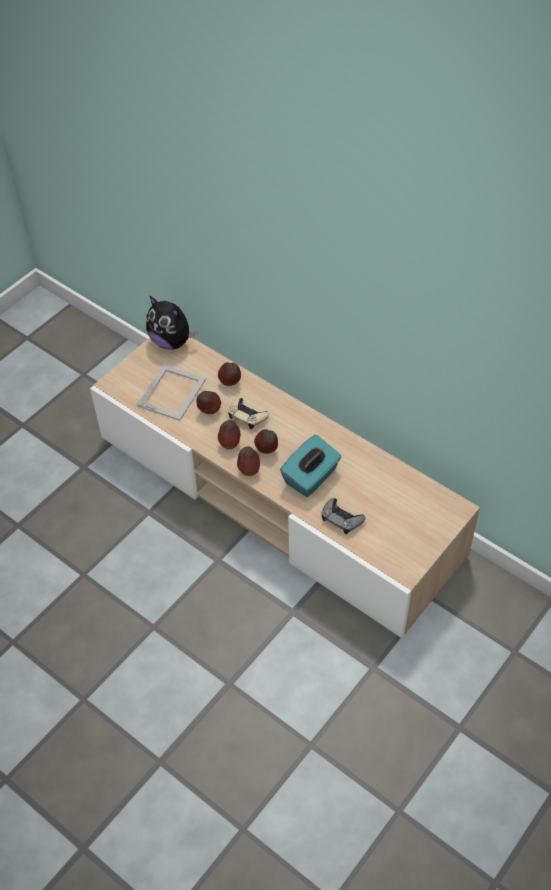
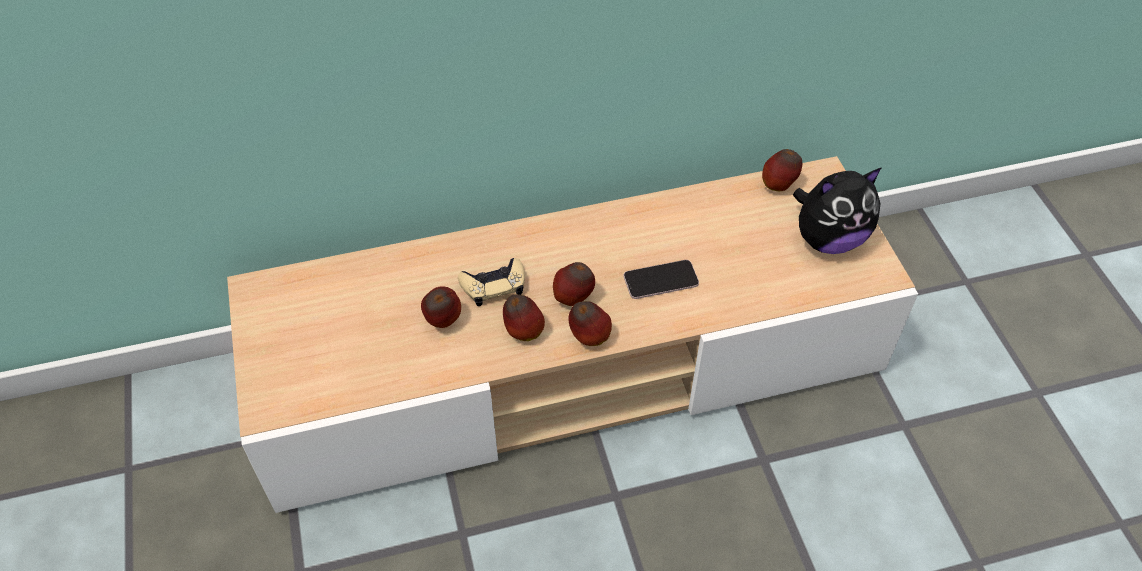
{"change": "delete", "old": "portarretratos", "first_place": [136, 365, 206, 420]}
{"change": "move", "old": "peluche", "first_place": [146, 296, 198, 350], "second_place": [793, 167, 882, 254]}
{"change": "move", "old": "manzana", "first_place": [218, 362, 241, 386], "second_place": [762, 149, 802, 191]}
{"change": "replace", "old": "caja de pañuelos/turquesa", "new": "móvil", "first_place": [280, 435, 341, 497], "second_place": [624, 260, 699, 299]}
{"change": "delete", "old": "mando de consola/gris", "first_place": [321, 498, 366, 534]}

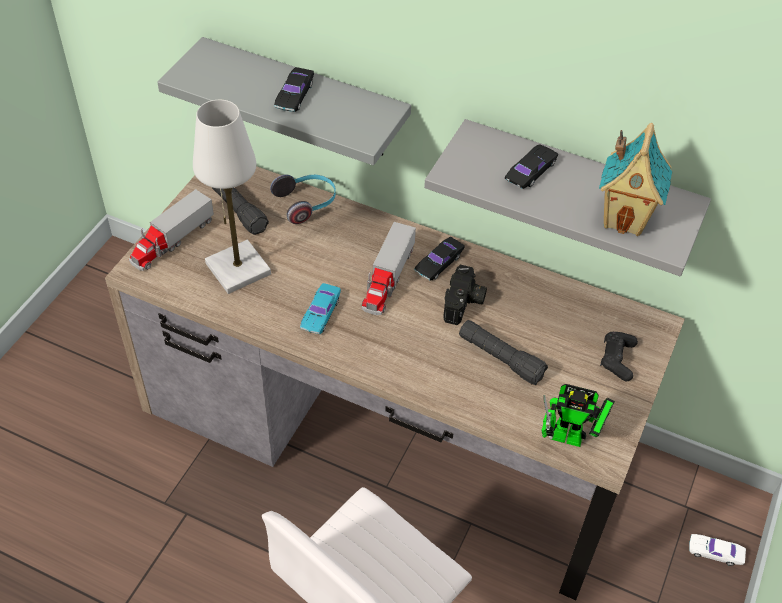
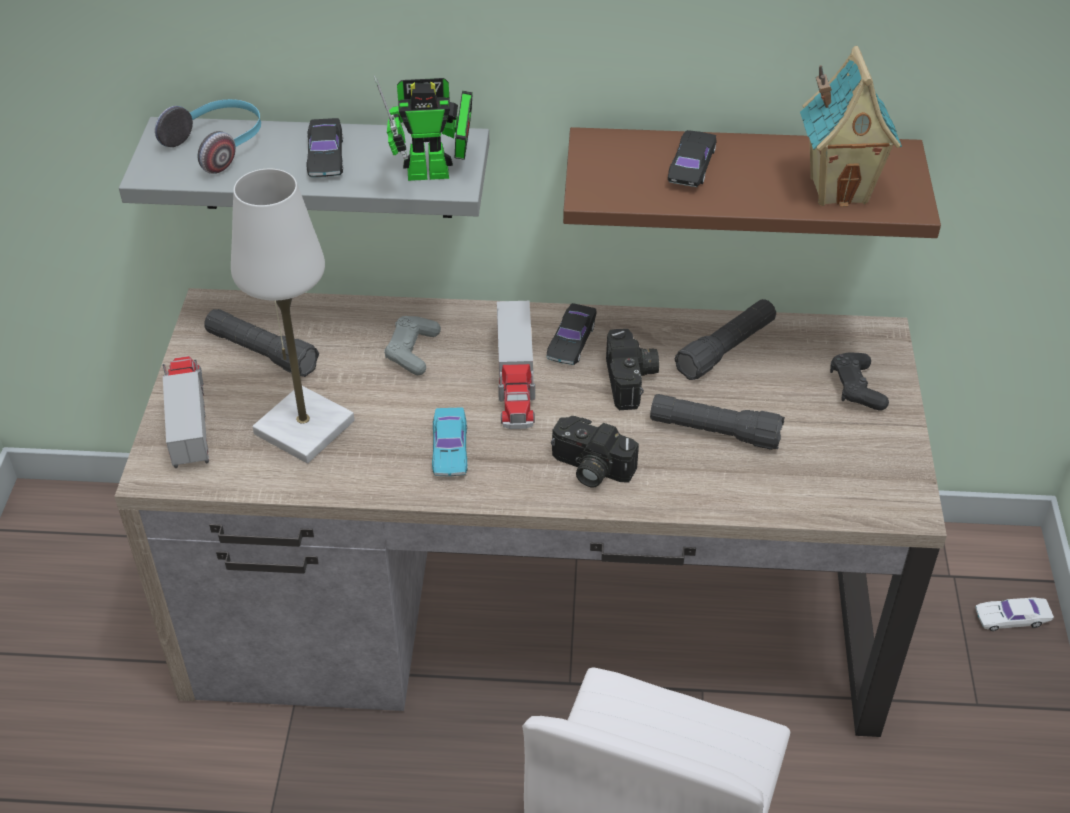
{"change": "rotate", "old": "camión de juguete", "first_place": [129, 189, 214, 271], "second_place": [162, 356, 209, 468], "degrees": 150}
{"change": "move", "old": "auriculares", "first_place": [270, 174, 336, 224], "second_place": [155, 99, 261, 174]}
{"change": "recolor", "old": "estante/gris", "new": "estante/marrón", "first_place": [424, 119, 711, 276], "second_place": [563, 127, 941, 238]}
{"change": "move", "old": "robot de juguete", "first_place": [541, 384, 615, 447], "second_place": [374, 75, 473, 181]}
{"change": "insert", "new": "mando de consola/gris", "second_place": [384, 316, 441, 375]}
{"change": "insert", "new": "cámara", "second_place": [551, 416, 639, 487]}
{"change": "insert", "new": "linterna/negro", "second_place": [675, 299, 776, 380]}

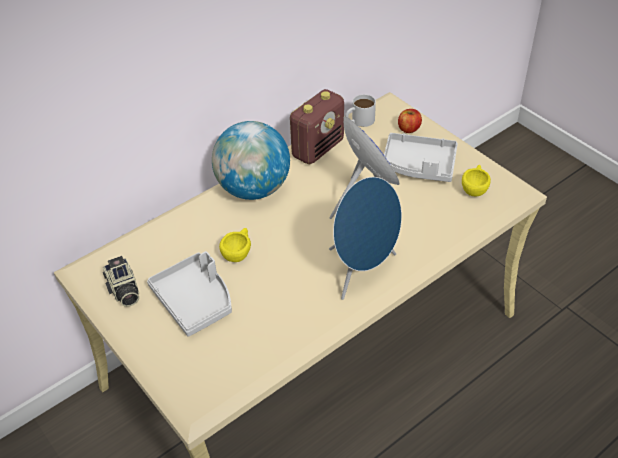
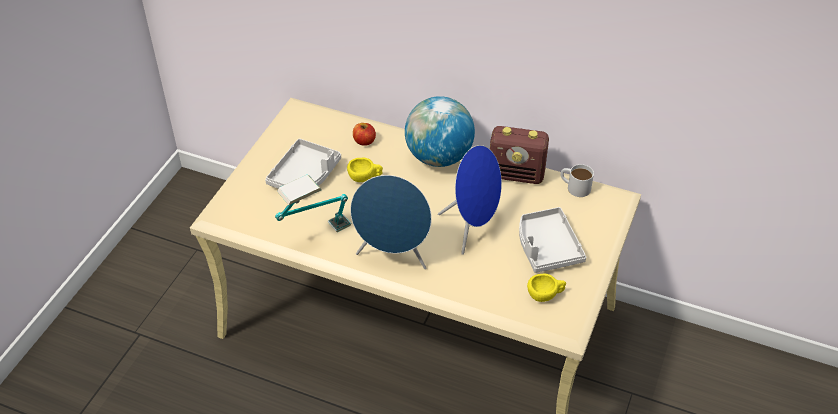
{"change": "delete", "old": "cámara", "first_place": [103, 256, 139, 307]}
{"change": "move", "old": "manzana", "first_place": [398, 109, 422, 133], "second_place": [353, 123, 376, 146]}
{"change": "insert", "new": "lámpara de mesa", "second_place": [275, 174, 351, 232]}

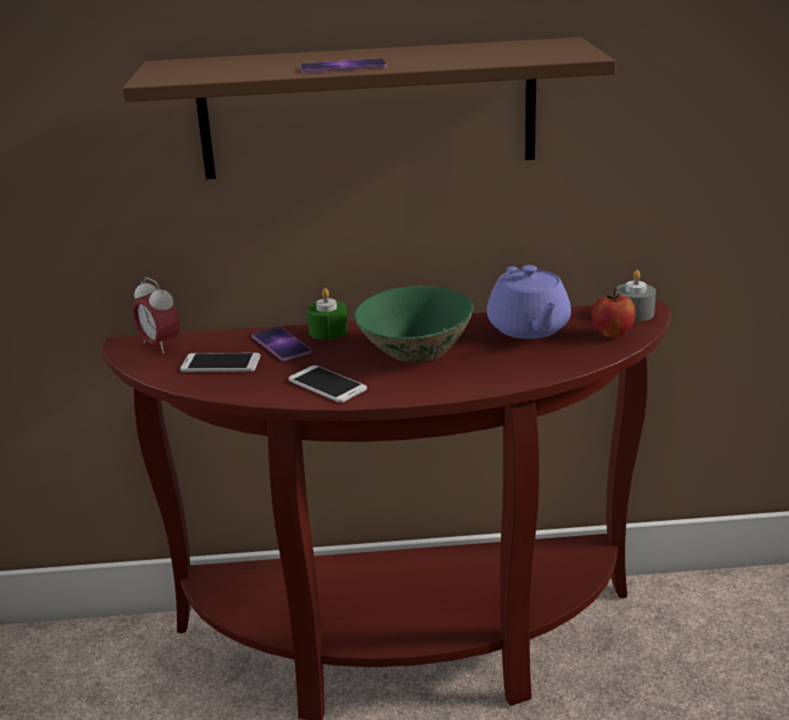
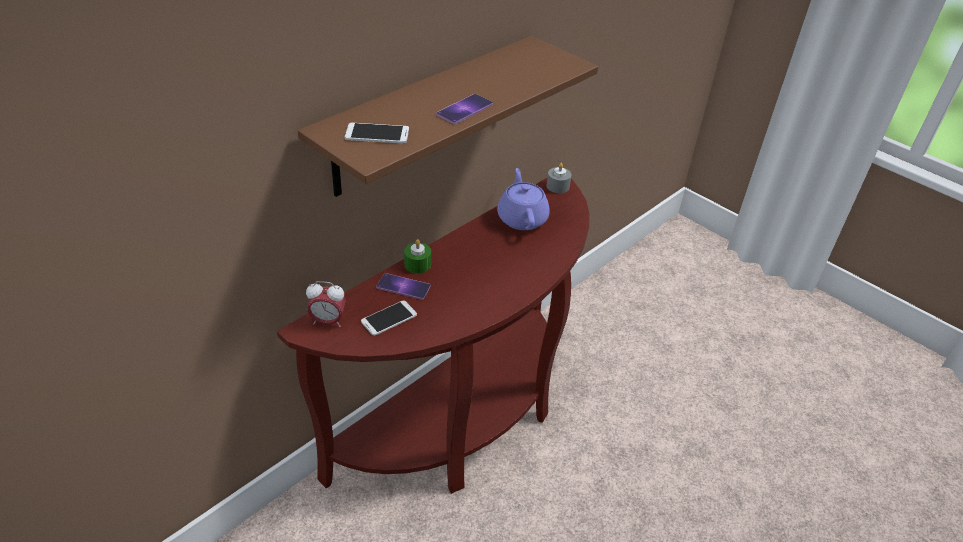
{"change": "move", "old": "móvil", "first_place": [289, 365, 367, 403], "second_place": [345, 123, 409, 144]}
{"change": "delete", "old": "cuenco/verde", "first_place": [355, 286, 473, 363]}
{"change": "rotate", "old": "tetera/morado", "first_place": [487, 265, 571, 339], "second_place": [497, 168, 550, 230], "degrees": -135}
{"change": "delete", "old": "manzana", "first_place": [592, 289, 636, 338]}

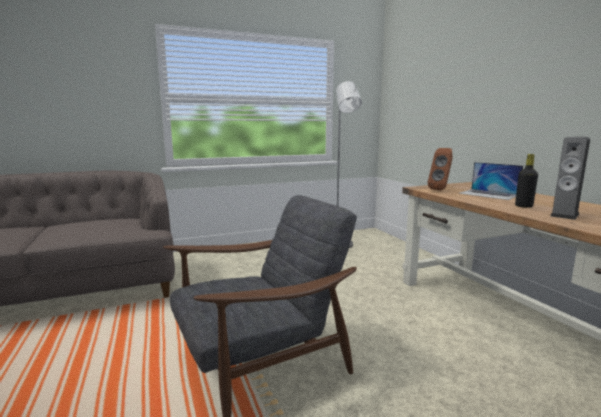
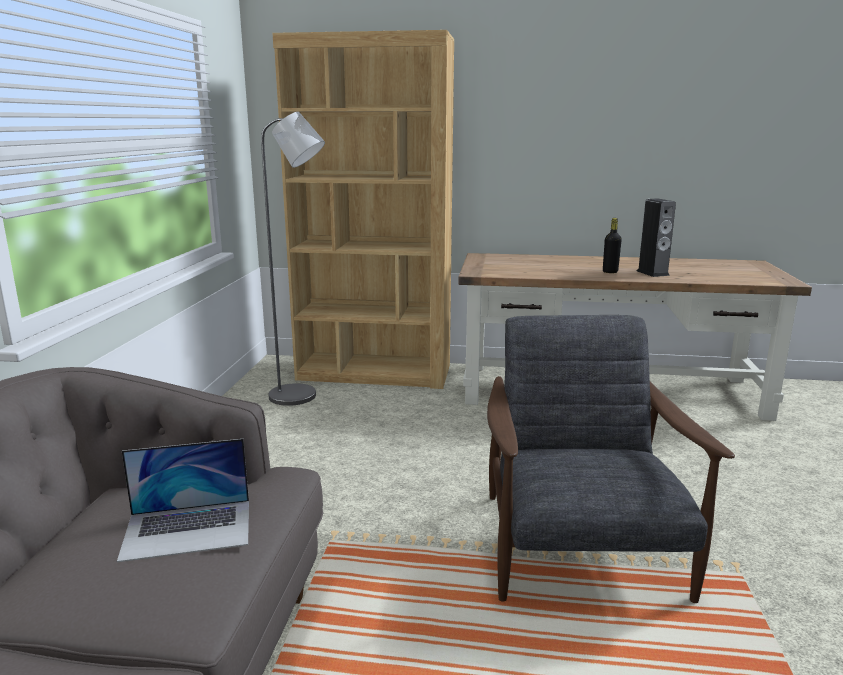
{"change": "delete", "old": "altavoz/marrón", "first_place": [428, 148, 453, 191]}
{"change": "move", "old": "portátil", "first_place": [459, 162, 523, 200], "second_place": [117, 439, 249, 562]}
{"change": "insert", "new": "estantería/marrón", "second_place": [272, 30, 454, 389]}

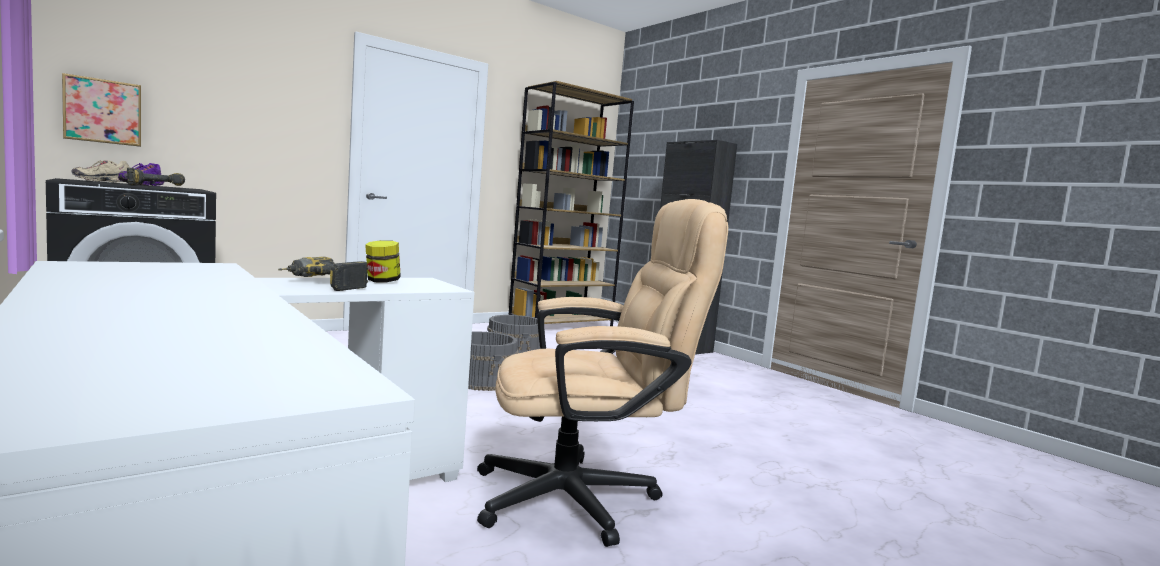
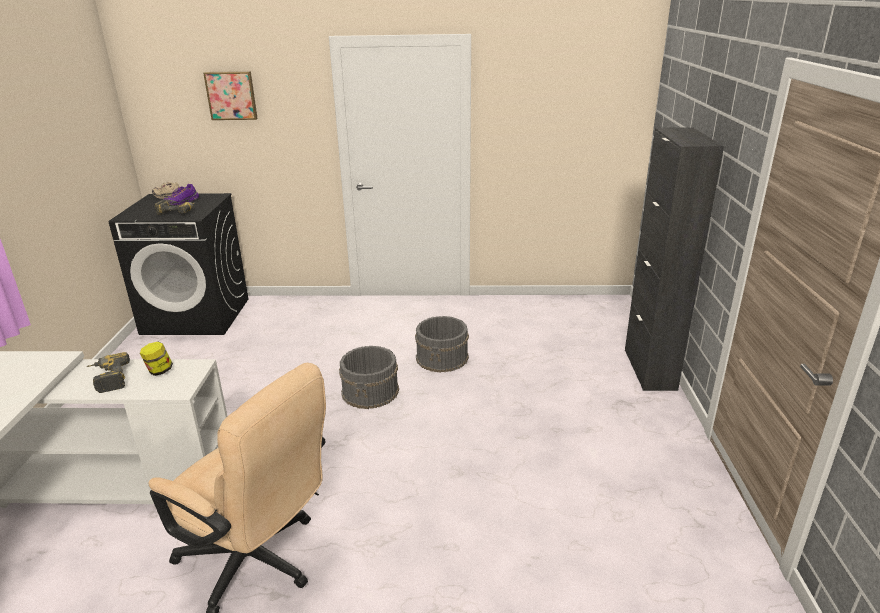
{"change": "move", "old": "cuadro", "first_place": [62, 73, 141, 147], "second_place": [203, 71, 258, 120]}
{"change": "delete", "old": "estantería/marrón", "first_place": [509, 81, 634, 326]}

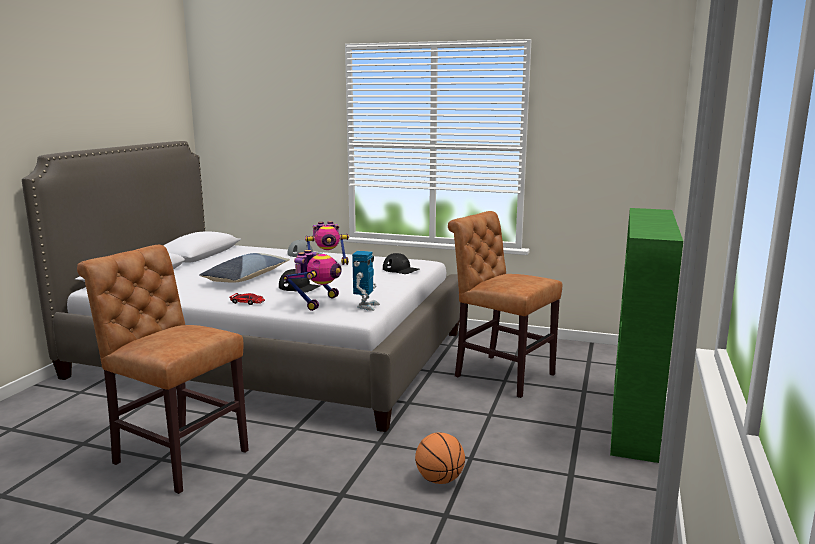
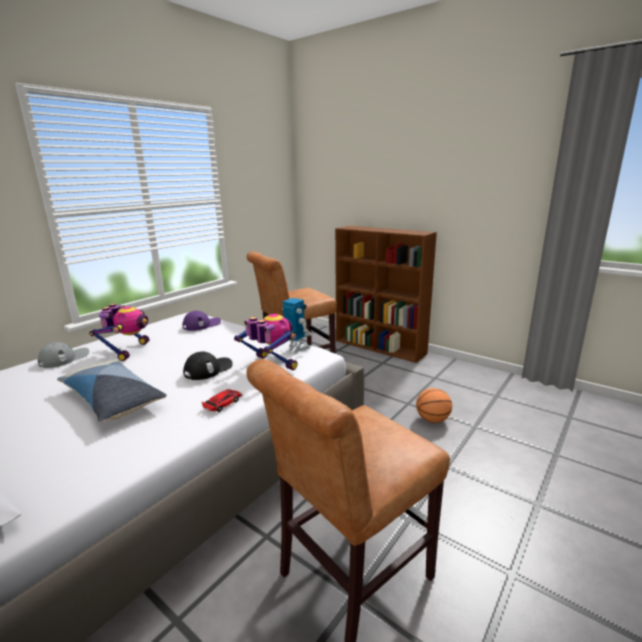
{"change": "recolor", "old": "gorra/negro", "new": "gorra/morado", "first_place": [383, 253, 420, 274], "second_place": [182, 311, 221, 331]}
{"change": "recolor", "old": "estantería/verde", "new": "estantería/marrón", "first_place": [610, 208, 683, 463], "second_place": [335, 226, 437, 363]}

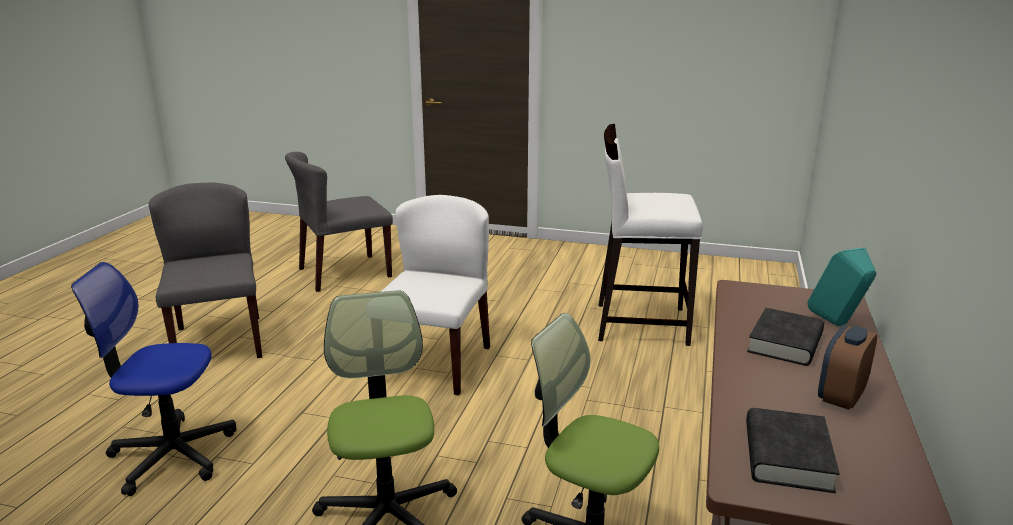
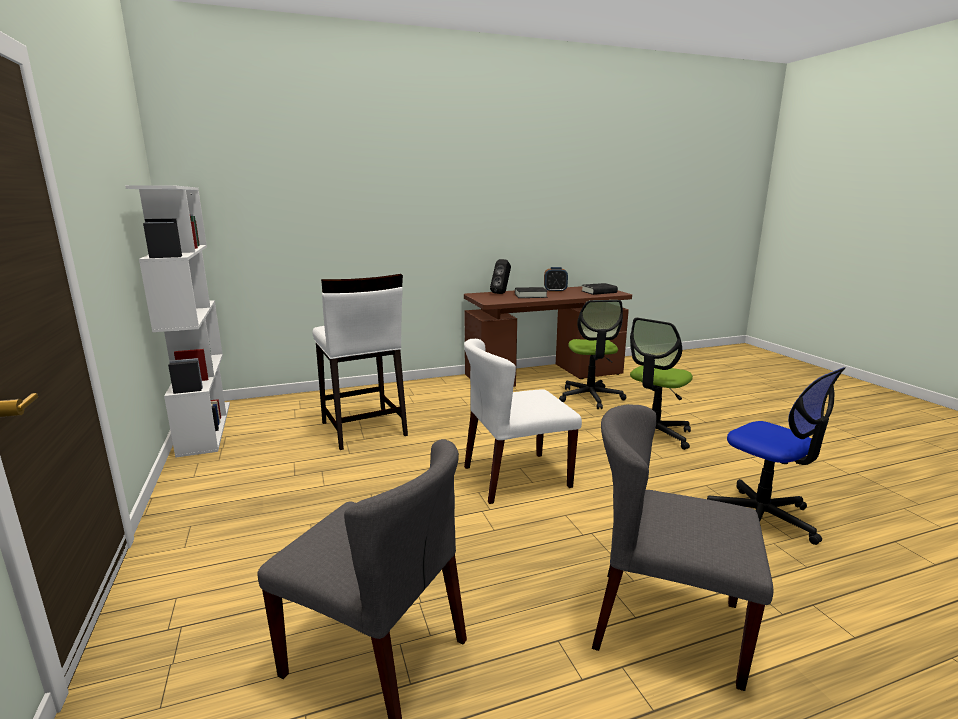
{"change": "rotate", "old": "silla/gris", "first_place": [149, 183, 262, 358], "second_place": [592, 404, 773, 691], "degrees": 75}
{"change": "recolor", "old": "altavoz/turquesa", "new": "altavoz/negro", "first_place": [807, 247, 876, 326], "second_place": [490, 259, 511, 294]}
{"change": "insert", "new": "estantería/blanco", "second_place": [125, 185, 230, 458]}

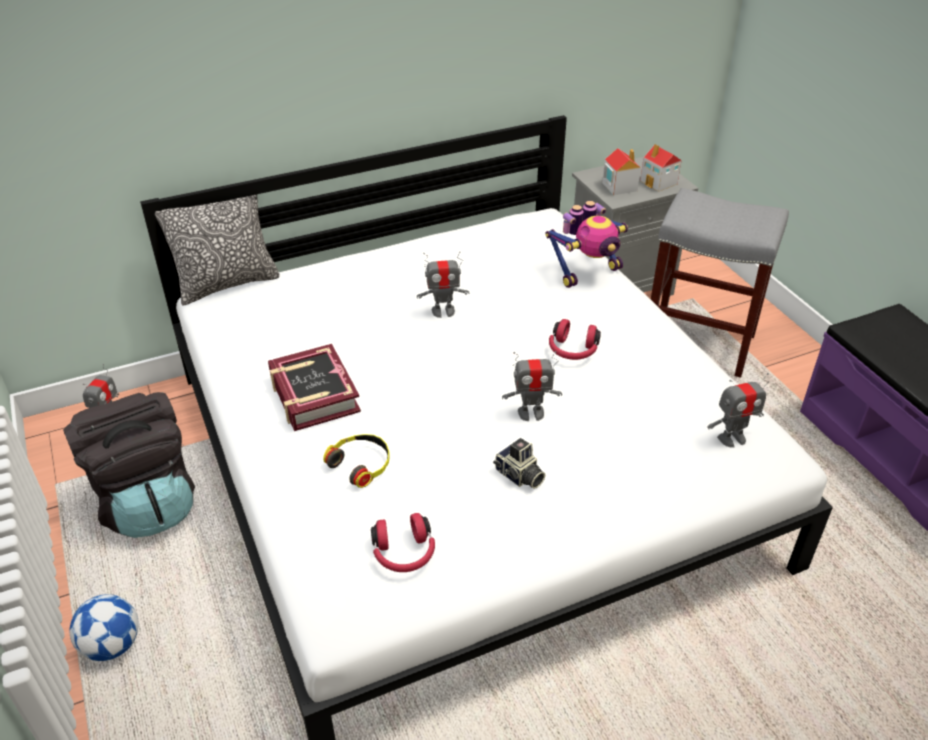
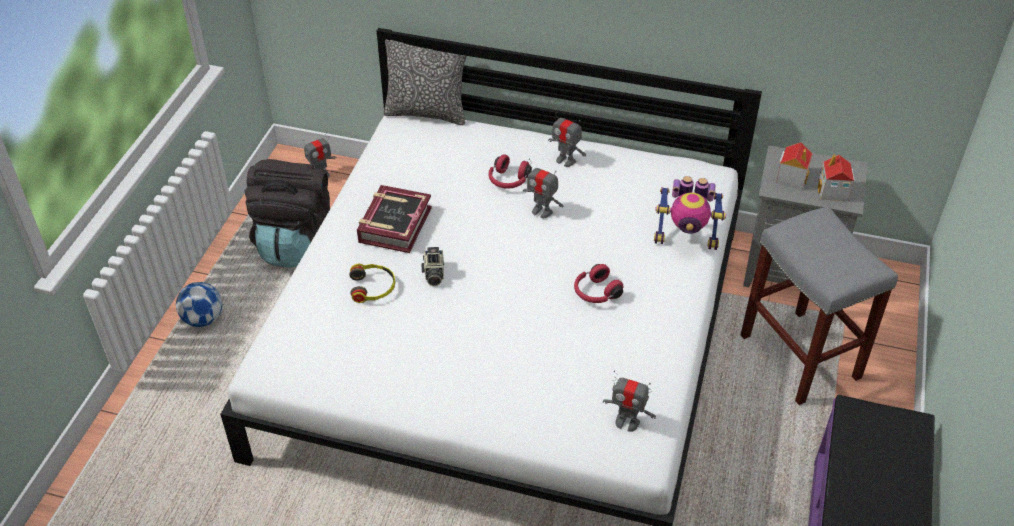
{"change": "move", "old": "auriculares/rojo", "first_place": [371, 513, 435, 572], "second_place": [488, 154, 532, 189]}
{"change": "move", "old": "cámara", "first_place": [493, 438, 545, 489], "second_place": [422, 247, 444, 286]}
{"change": "move", "old": "robot de juguete", "first_place": [502, 351, 562, 421], "second_place": [548, 108, 586, 167]}

